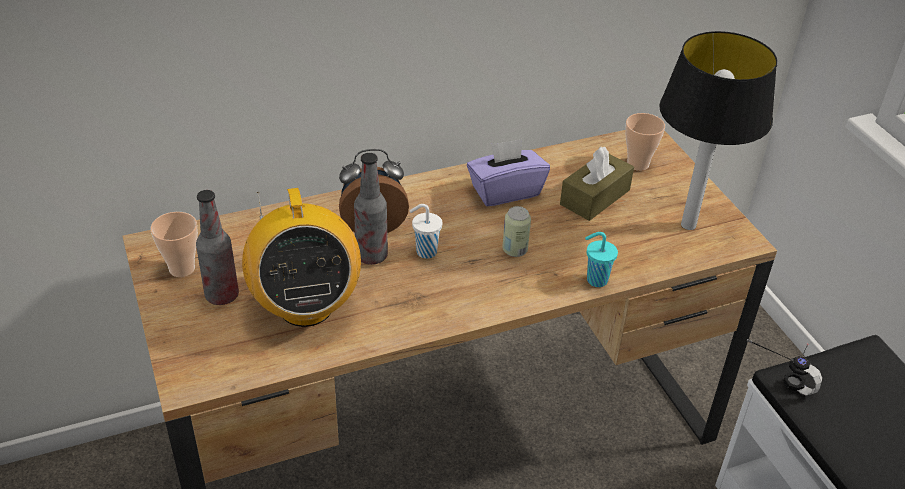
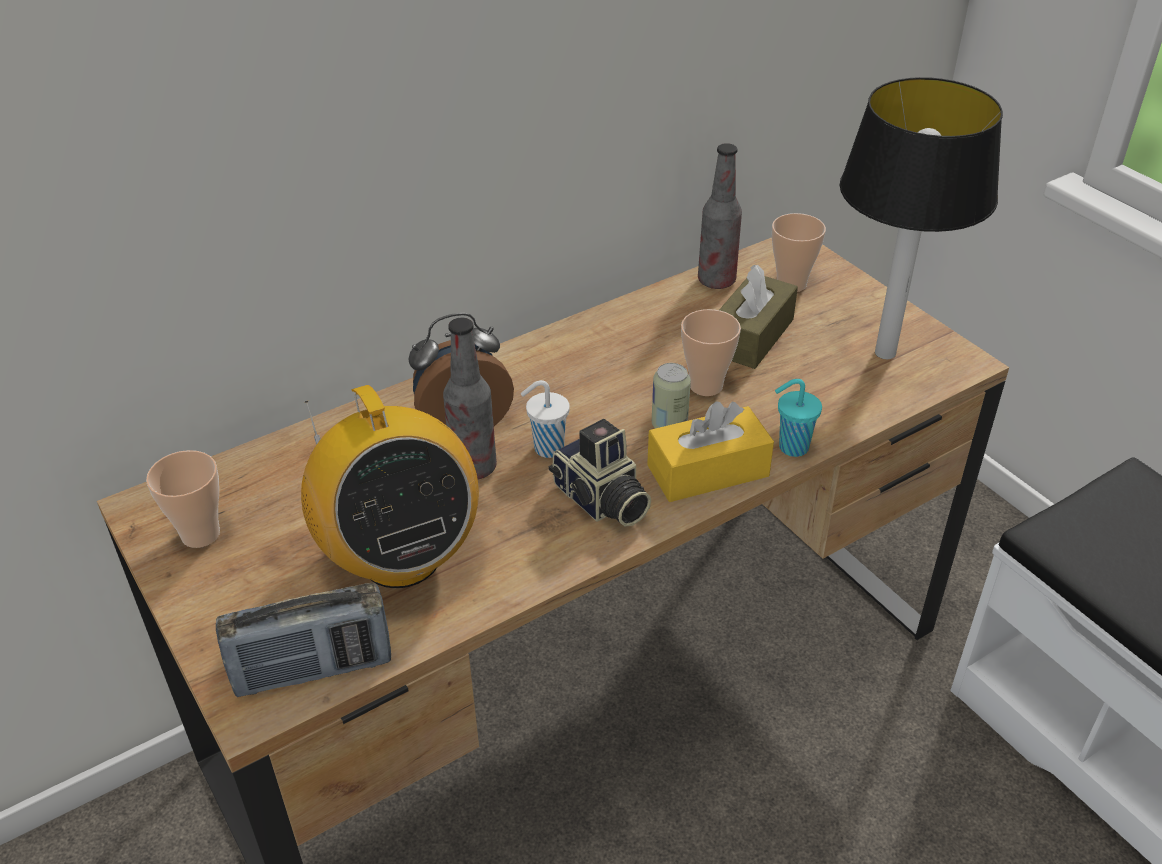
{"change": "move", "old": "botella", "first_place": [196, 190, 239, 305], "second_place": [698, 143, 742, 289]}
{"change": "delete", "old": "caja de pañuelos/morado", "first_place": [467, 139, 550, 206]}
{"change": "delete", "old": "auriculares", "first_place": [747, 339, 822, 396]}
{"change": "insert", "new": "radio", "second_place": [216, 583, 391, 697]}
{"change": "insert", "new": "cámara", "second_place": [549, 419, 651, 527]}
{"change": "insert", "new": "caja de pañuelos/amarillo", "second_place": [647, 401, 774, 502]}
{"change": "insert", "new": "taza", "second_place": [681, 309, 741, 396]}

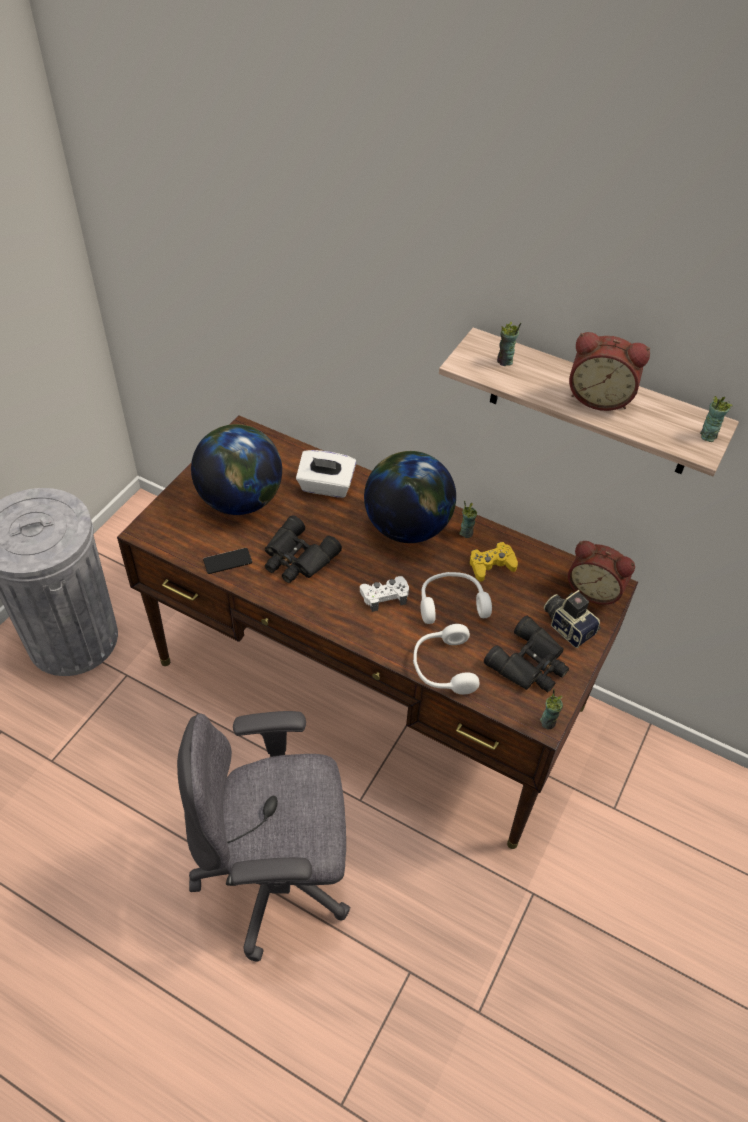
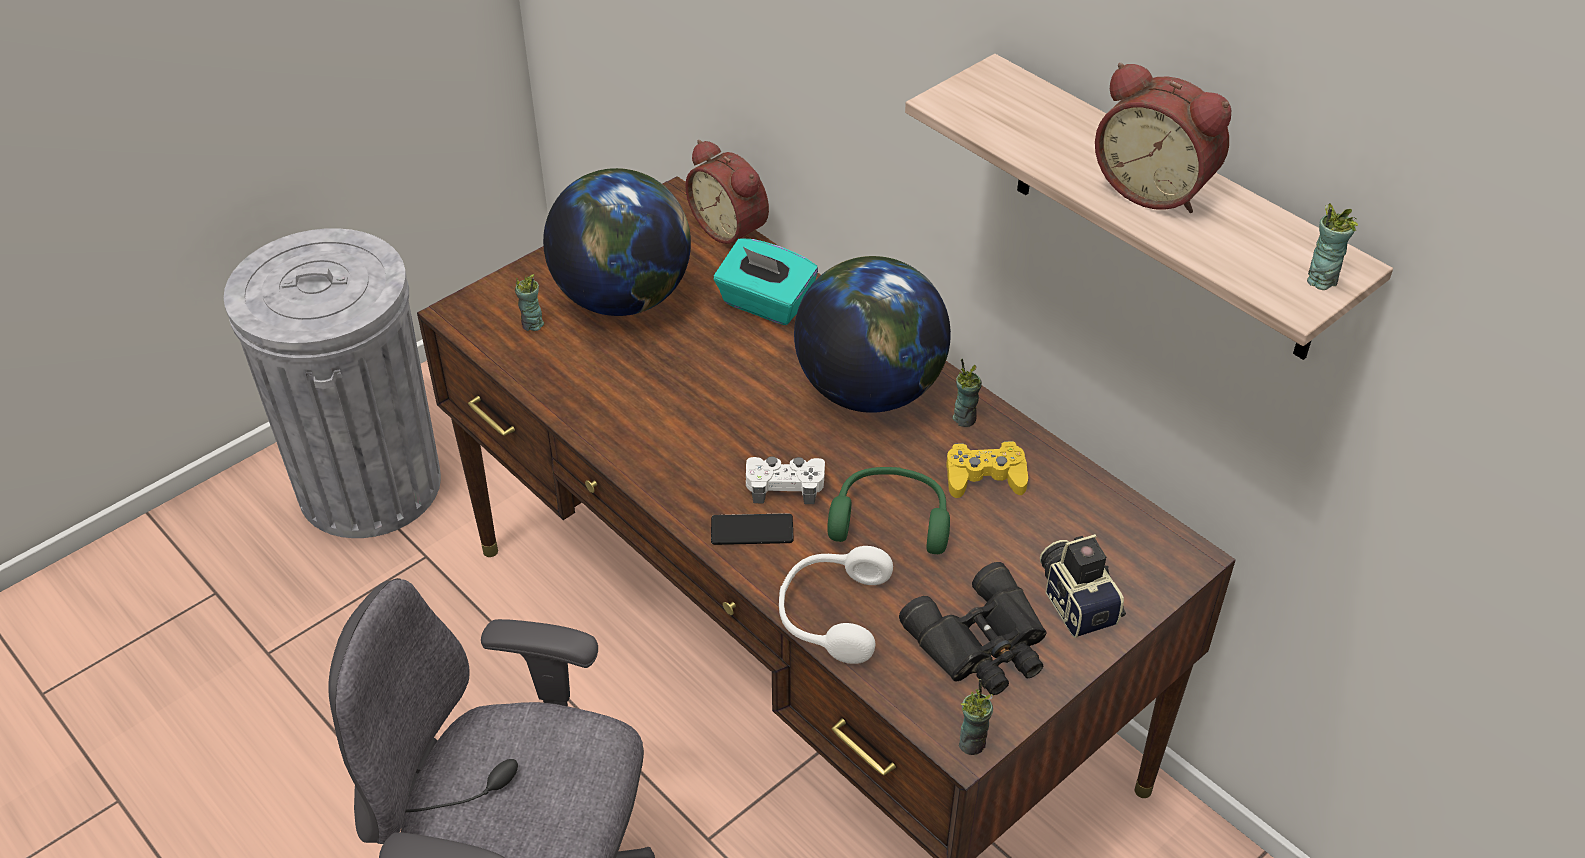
{"change": "move", "old": "móvil", "first_place": [203, 548, 252, 574], "second_place": [711, 513, 793, 545]}
{"change": "delete", "old": "prismáticos/negro", "first_place": [265, 515, 342, 583]}
{"change": "recolor", "old": "caja de pañuelos/blanco", "new": "caja de pañuelos/turquesa", "first_place": [296, 450, 357, 498], "second_place": [714, 238, 818, 325]}
{"change": "recolor", "old": "auriculares/blanco", "new": "auriculares/verde", "first_place": [421, 572, 492, 624], "second_place": [827, 467, 950, 554]}
{"change": "move", "old": "taza", "first_place": [497, 322, 521, 366], "second_place": [515, 274, 544, 331]}
{"change": "move", "old": "despertador", "first_place": [568, 541, 635, 605], "second_place": [685, 140, 769, 244]}

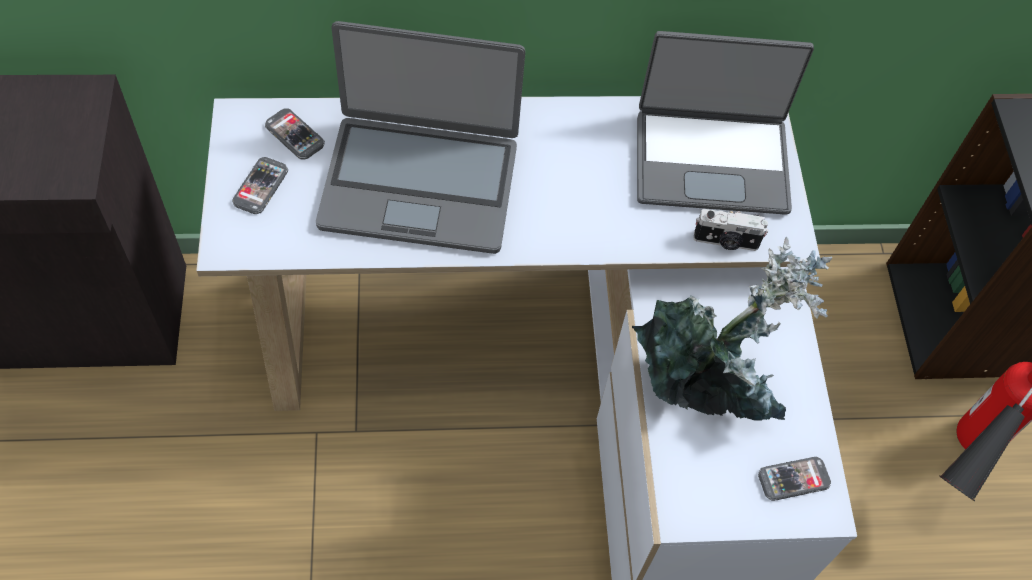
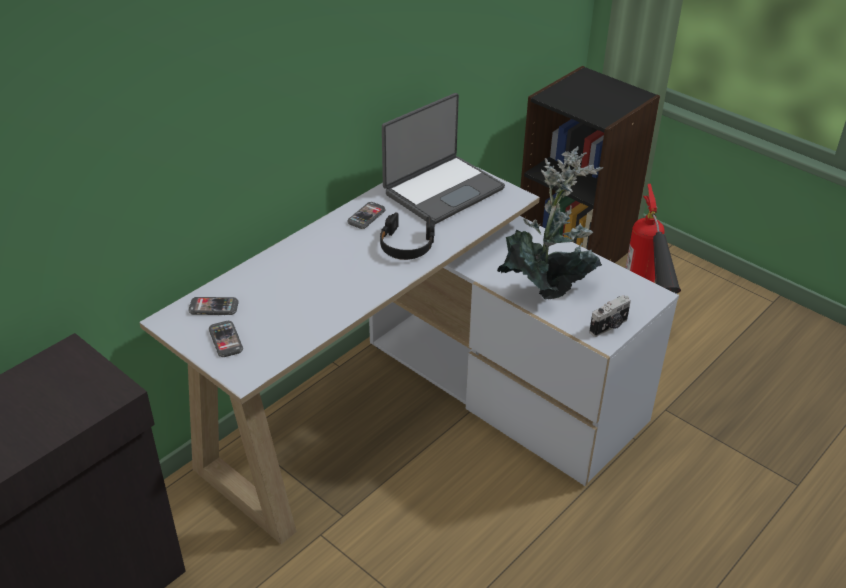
{"change": "delete", "old": "portátil", "first_place": [316, 21, 525, 254]}
{"change": "move", "old": "cámara", "first_place": [694, 209, 768, 251], "second_place": [589, 295, 631, 337]}
{"change": "move", "old": "móvil", "first_place": [758, 457, 831, 501], "second_place": [347, 202, 386, 229]}
{"change": "insert", "new": "auriculares/negro", "second_place": [380, 212, 435, 260]}

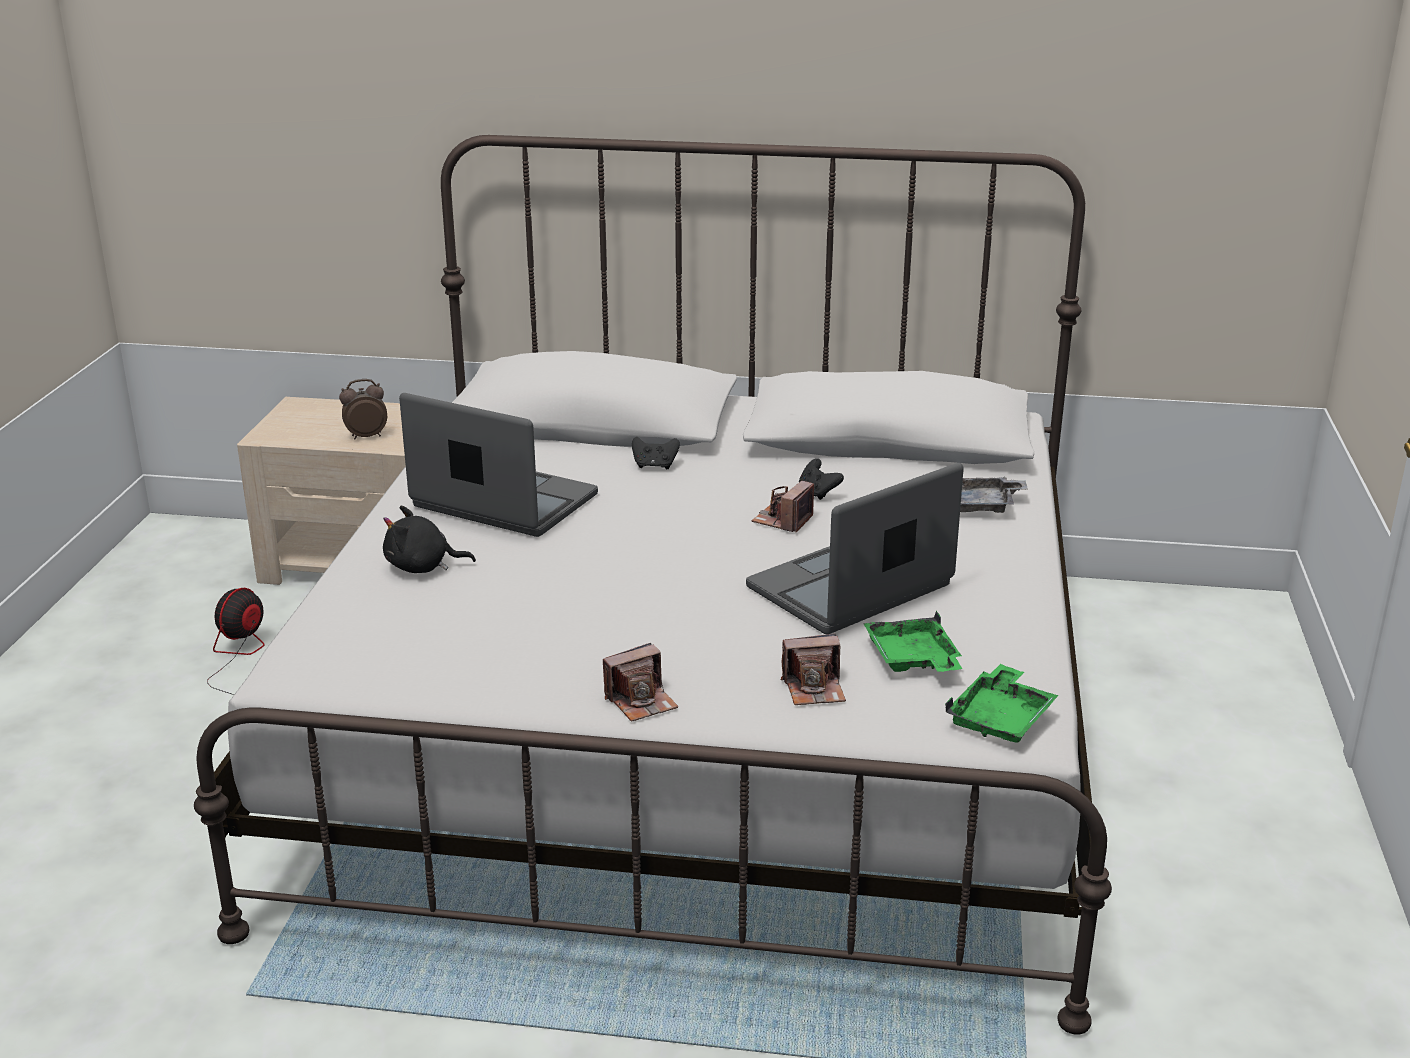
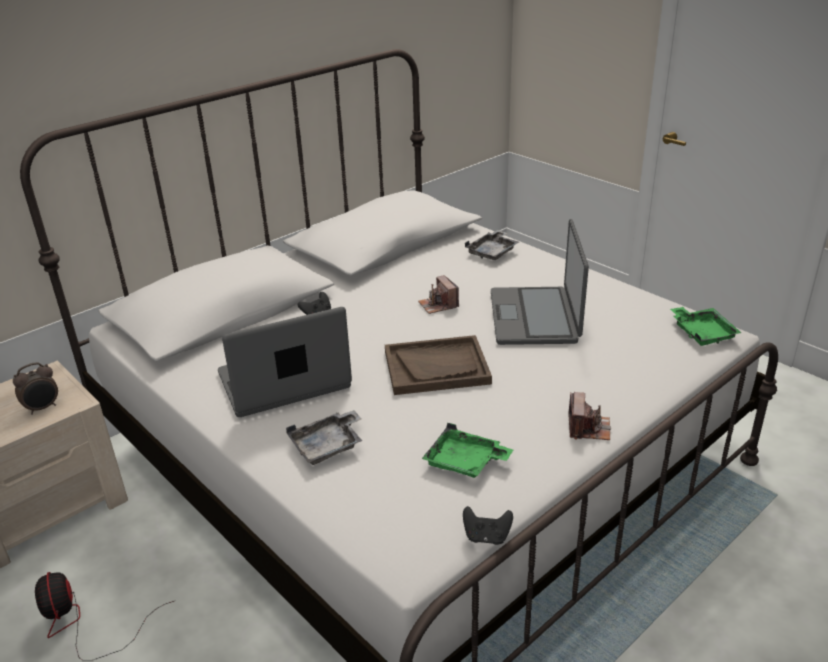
{"change": "rotate", "old": "despertador", "first_place": [339, 379, 387, 439], "second_place": [13, 362, 58, 415], "degrees": -150}
{"change": "replace", "old": "peluche/negro", "new": "bandeja/gris", "first_place": [383, 506, 476, 573], "second_place": [286, 410, 362, 465]}
{"change": "delete", "old": "cámara", "first_place": [781, 634, 846, 705]}
{"change": "move", "old": "mando de consola/negro", "first_place": [799, 459, 844, 500], "second_place": [463, 506, 513, 545]}
{"change": "move", "old": "bandeja/verde", "first_place": [863, 611, 962, 672], "second_place": [422, 423, 513, 478]}
{"change": "insert", "new": "bandeja/marrón", "second_place": [385, 335, 492, 395]}

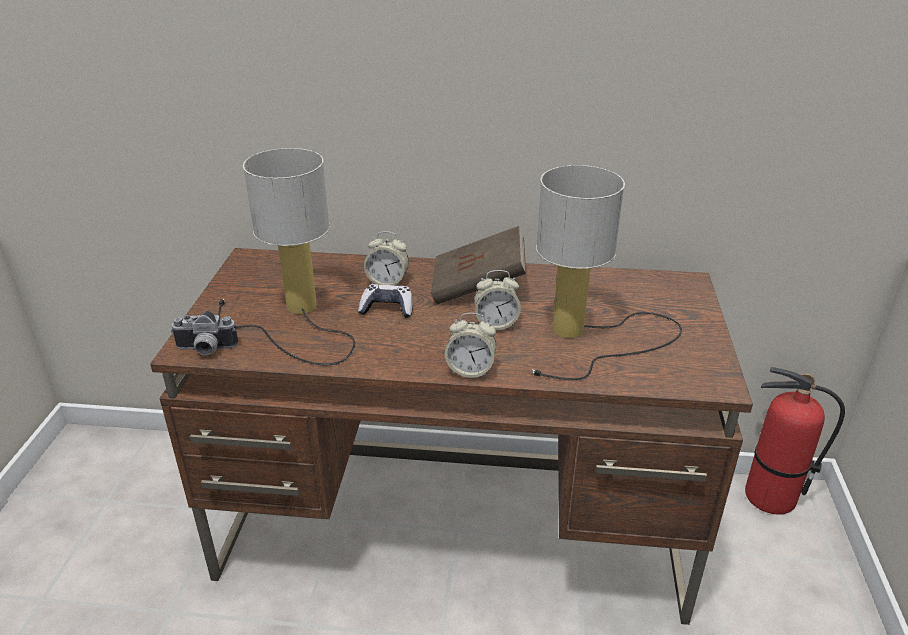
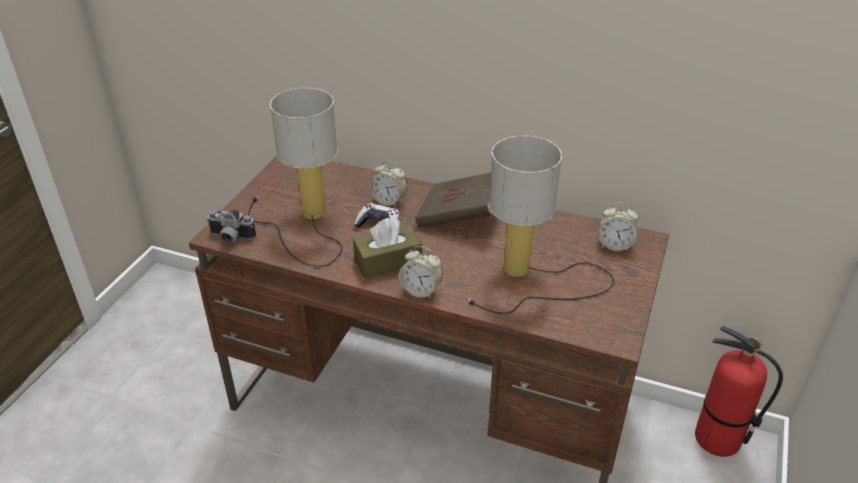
{"change": "move", "old": "despertador", "first_place": [474, 270, 521, 330], "second_place": [599, 203, 639, 251]}
{"change": "insert", "new": "caja de pañuelos/marrón", "second_place": [353, 218, 422, 279]}

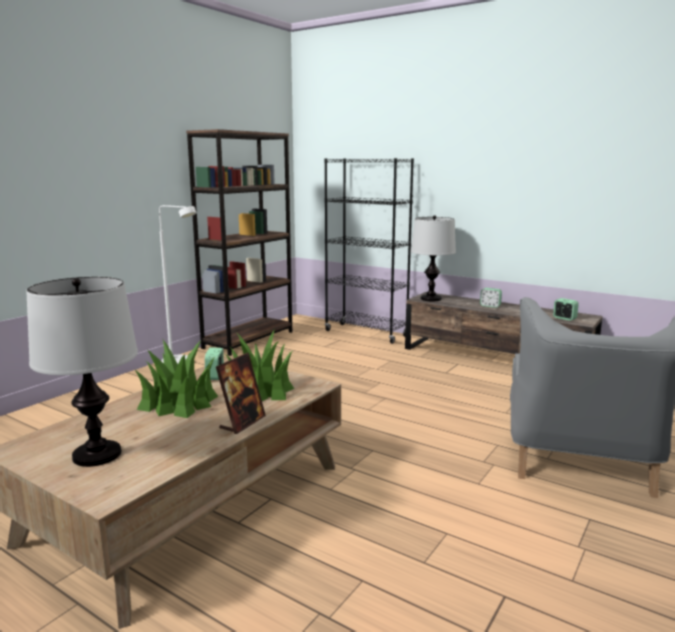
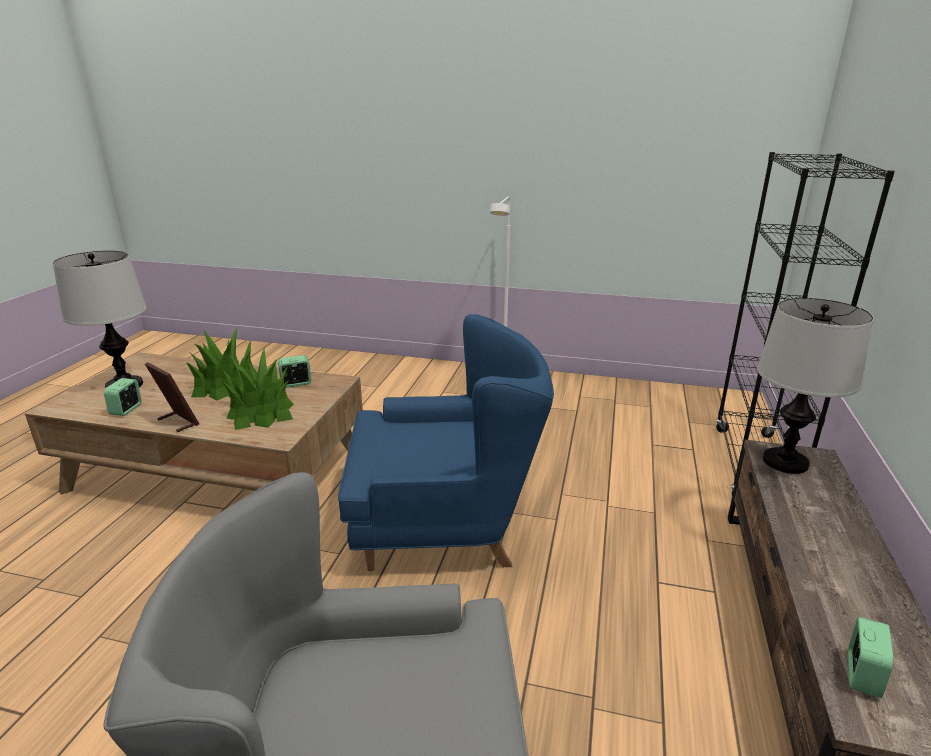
{"change": "delete", "old": "estantería/marrón", "first_place": [186, 129, 292, 356]}
{"change": "rotate", "old": "portarretratos", "first_place": [216, 353, 266, 434], "second_place": [145, 362, 199, 432], "degrees": -150}
{"change": "move", "old": "despertador", "first_place": [480, 288, 502, 308], "second_place": [104, 378, 142, 416]}
{"change": "insert", "new": "sillón/azul", "second_place": [338, 314, 554, 572]}

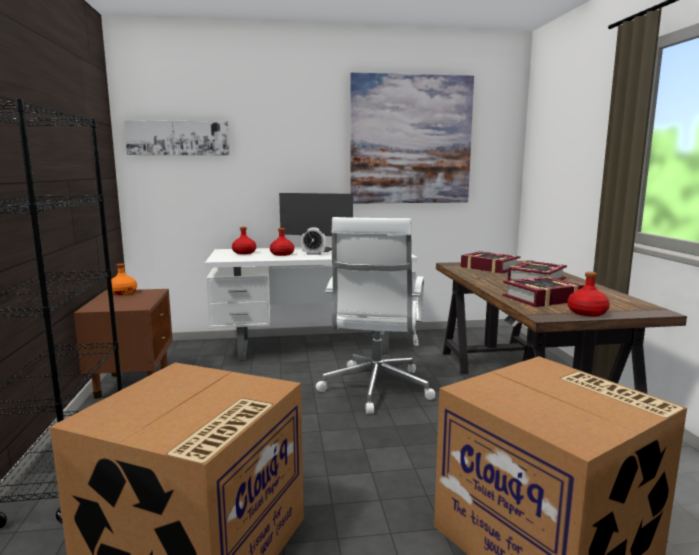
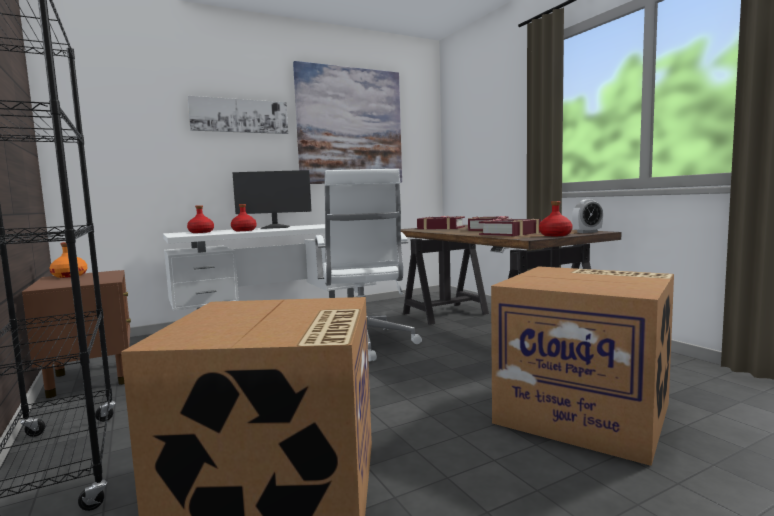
{"change": "move", "old": "cuadro", "first_place": [124, 120, 230, 155], "second_place": [187, 96, 288, 134]}
{"change": "move", "old": "despertador", "first_place": [301, 228, 326, 255], "second_place": [572, 199, 603, 233]}

